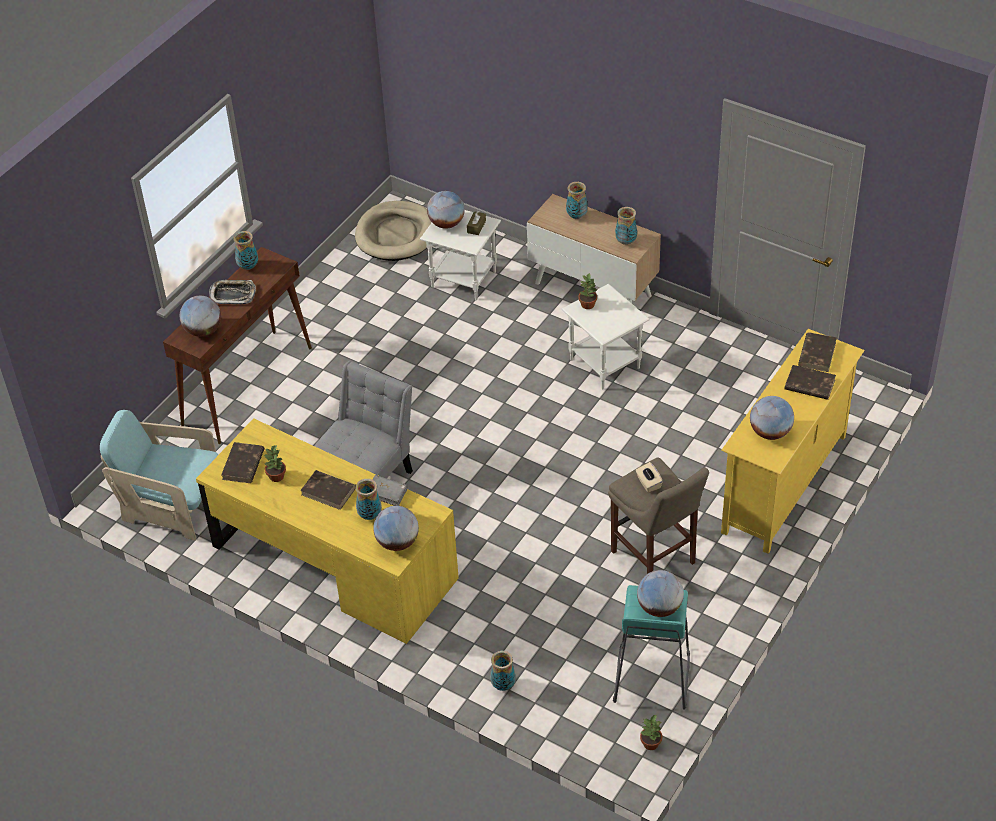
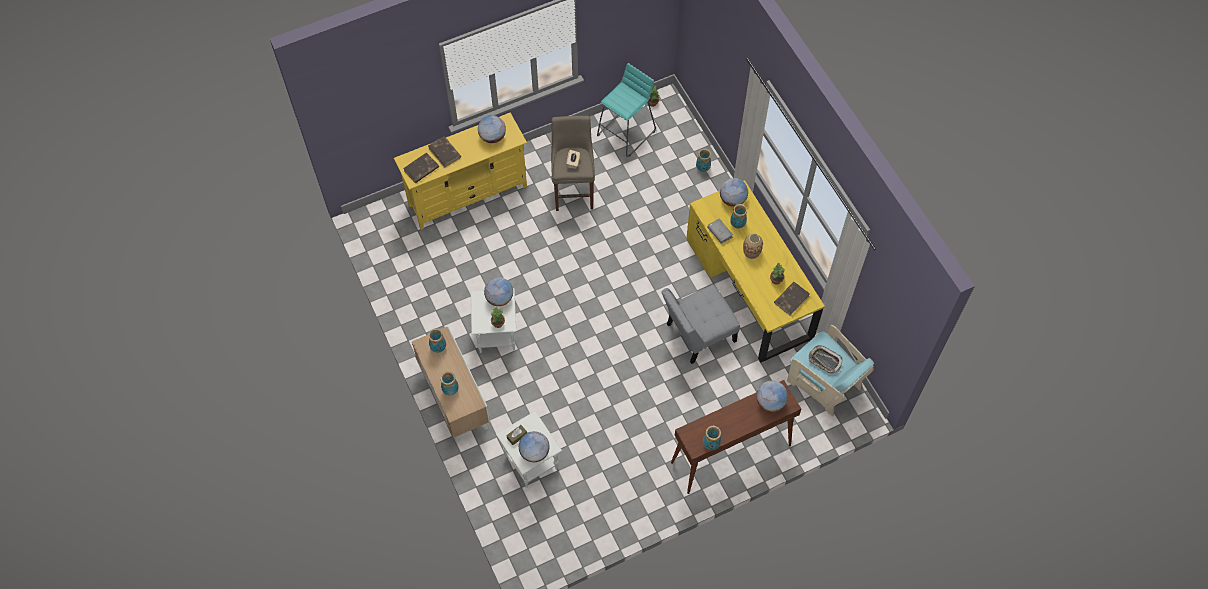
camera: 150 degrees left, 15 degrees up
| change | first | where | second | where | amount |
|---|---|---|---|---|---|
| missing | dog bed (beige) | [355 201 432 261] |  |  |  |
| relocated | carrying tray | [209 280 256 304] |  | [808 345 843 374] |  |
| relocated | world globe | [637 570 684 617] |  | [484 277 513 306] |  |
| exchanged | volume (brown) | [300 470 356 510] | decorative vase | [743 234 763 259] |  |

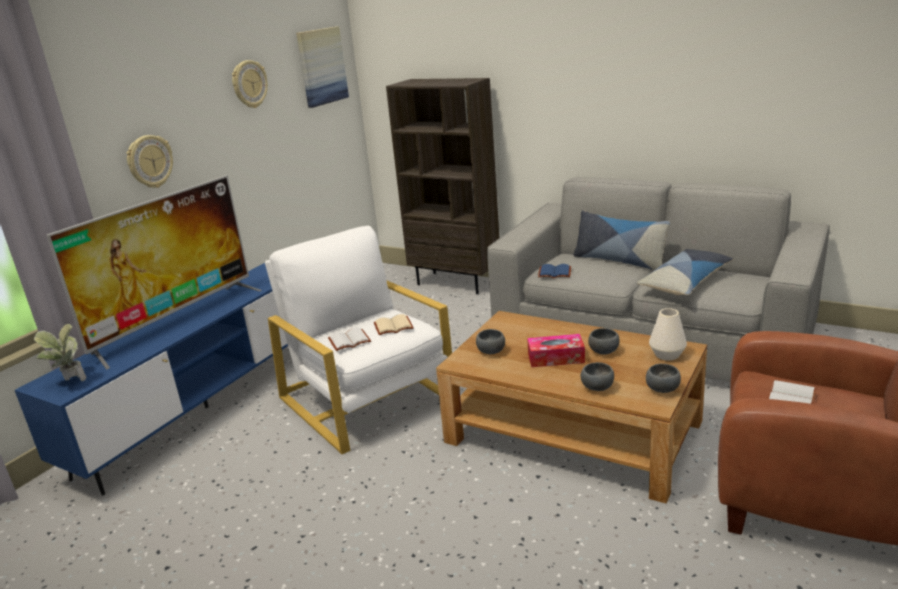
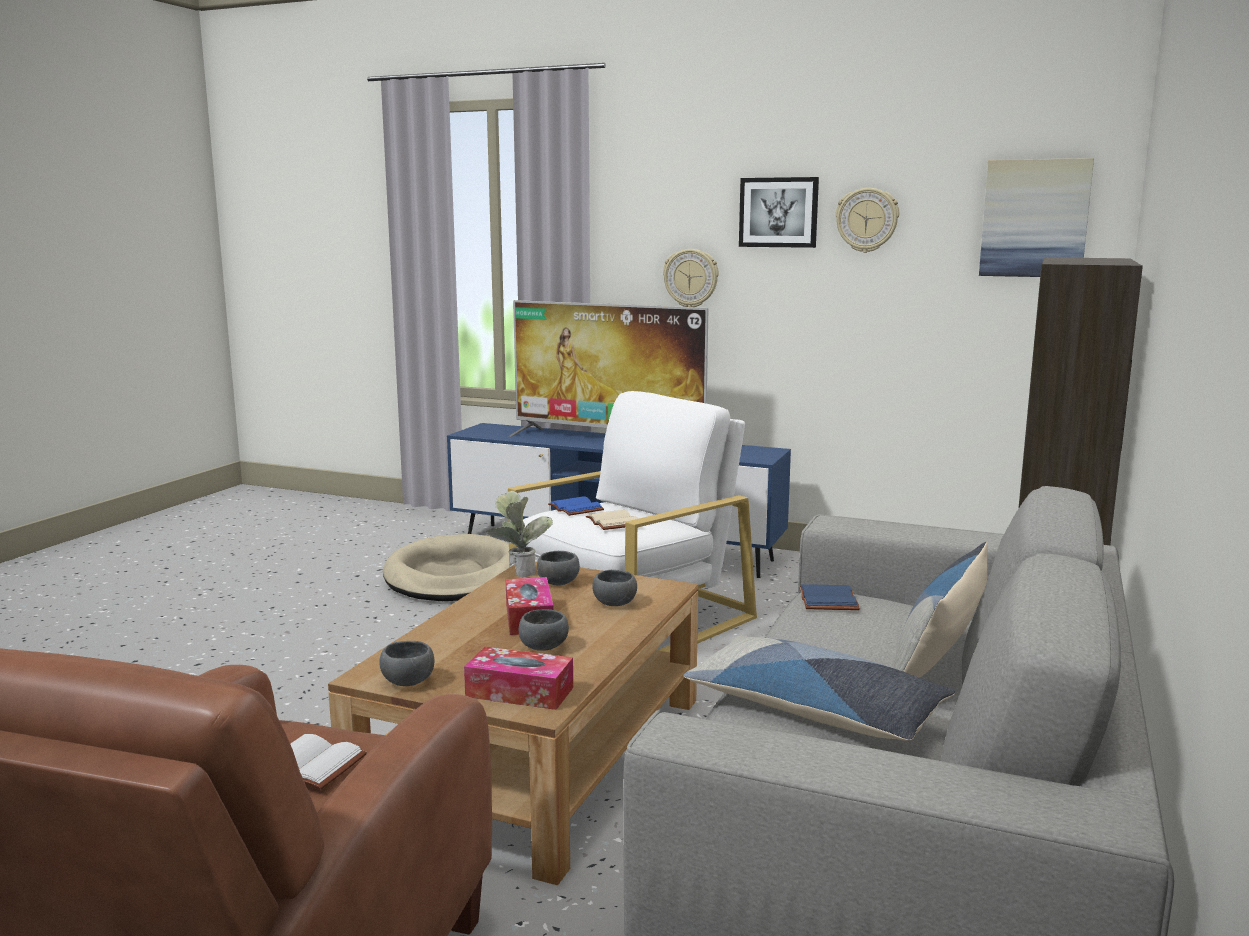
camera: 80 degrees right, 10 degrees down
| change | first | where | second | where | amount |
|---|---|---|---|---|---|
| appeared |  |  | dog bed (beige) | [383 534 509 601] |  |
| appeared |  |  | picture | [739 177 819 248] |  |
| relocated | potted plant | [34 324 86 381] |  | [486 491 553 577] |  |
| relocated | serving bowl (greyish) | [581 362 614 391] |  | [592 570 637 606] |  |
| exchanged | decorative vase (white-coloured) | [649 308 687 361] | tissue box | [464 647 573 710] |  |
| colour | volume (white-coloured) | [328 328 371 351] | volume (bluish) | [548 496 604 516] |  |

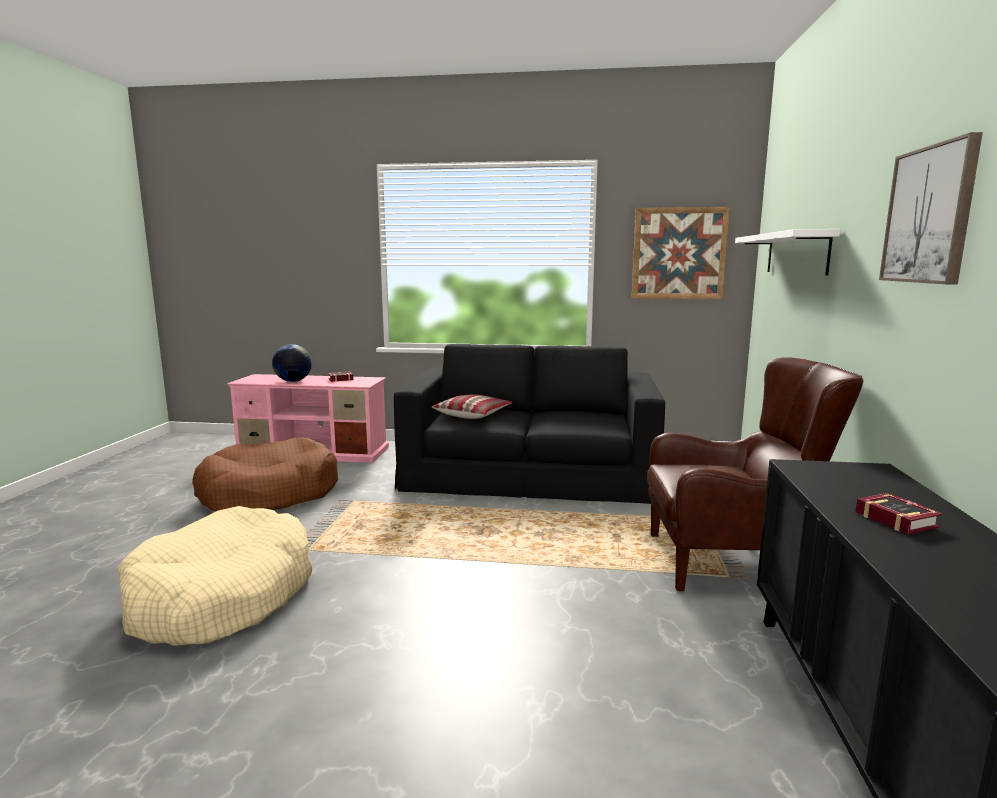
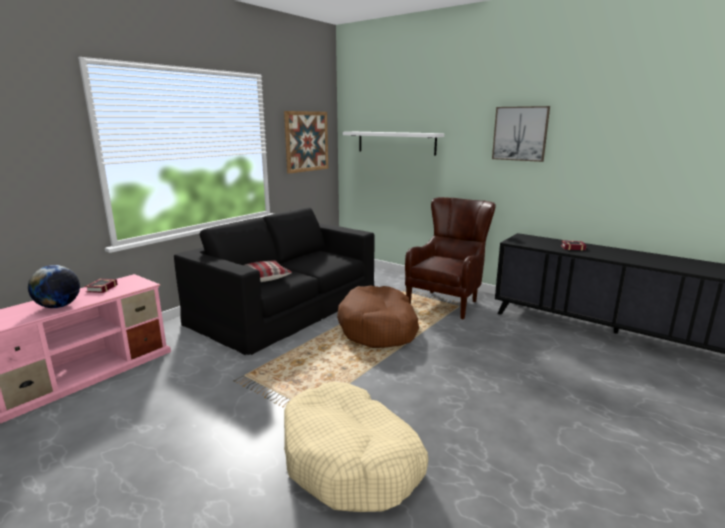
camera: 60 degrees left, 5 degrees up
| change | first | where | second | where | amount |
|---|---|---|---|---|---|
| relocated | dog bed (brown) | [192 438 338 511] |  | [337 285 419 348] |  |

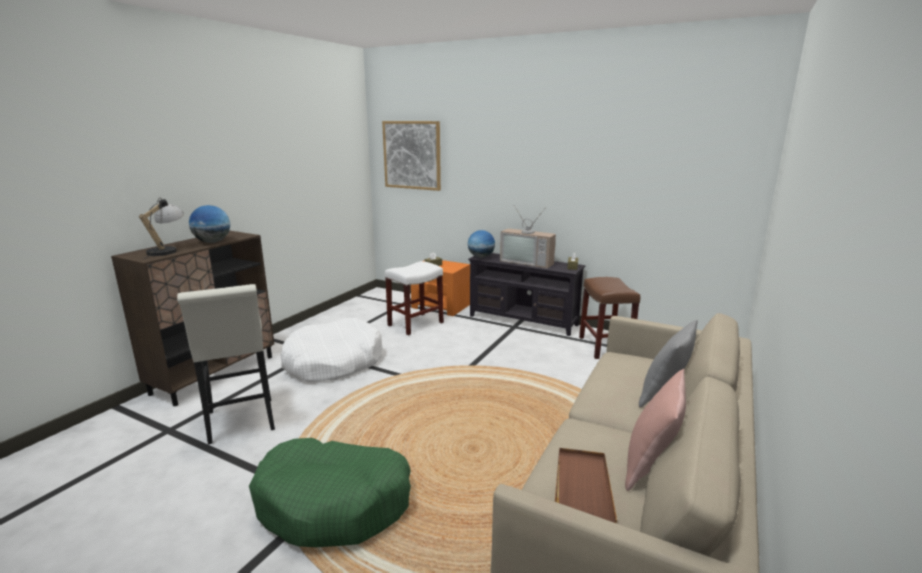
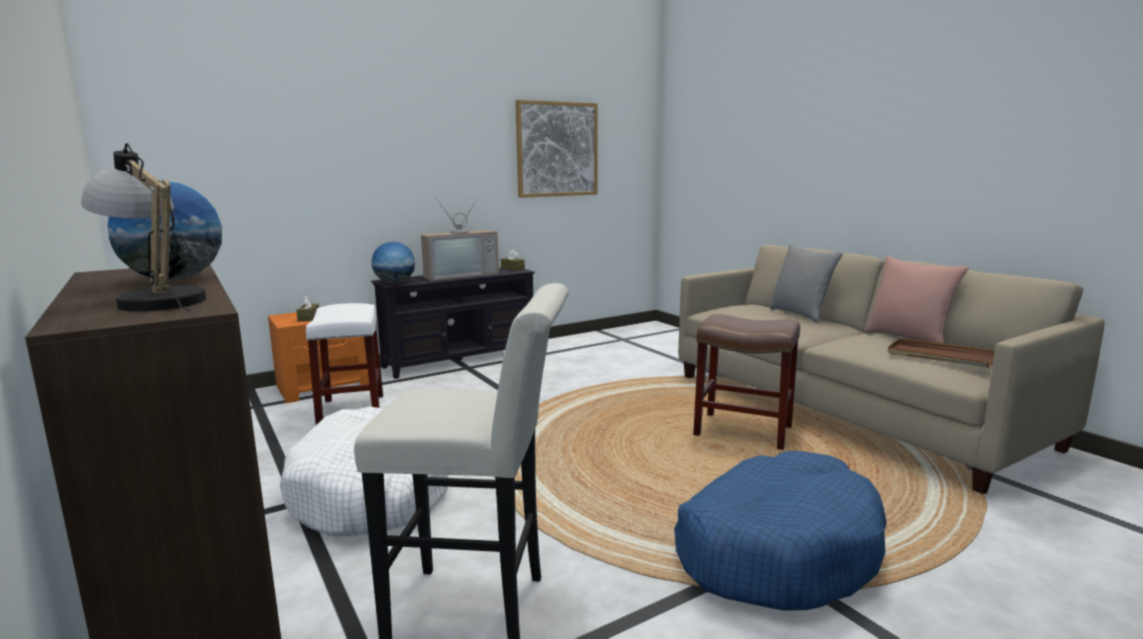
camera: 60 degrees left, 5 degrees down
| change | first | where | second | where | amount |
|---|---|---|---|---|---|
| relocated | picture | [382 121 441 191] |  | [515 100 597 198] |  |
| relocated | stool seat (brown) | [579 277 640 359] |  | [693 314 800 450] |  |
| colour | dog bed (green) | [249 438 411 547] | dog bed (bluish) | [674 451 887 611] |  |

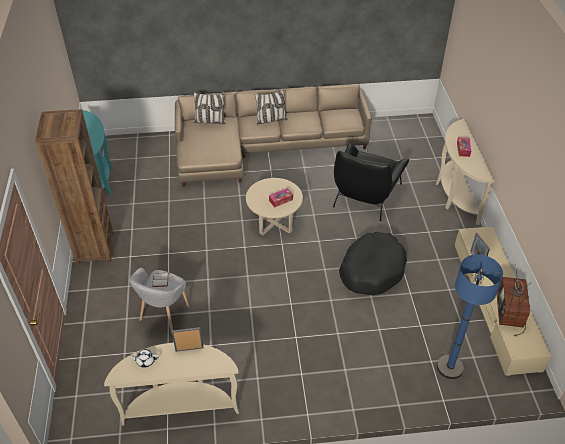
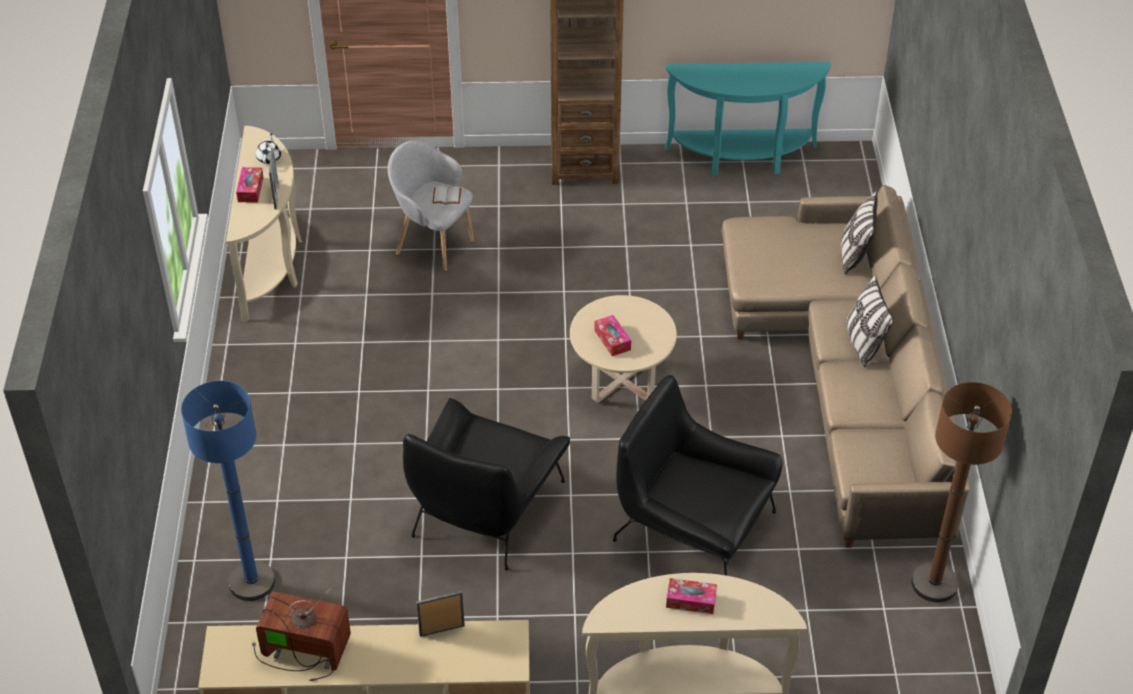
camera: 95 degrees right, 0 degrees up
| change | first | where | second | where | amount |
|---|---|---|---|---|---|
| appeared |  |  | tissue box | [236 167 264 203] |  |
| appeared |  |  | standing lamp (brown) | [911 382 1012 602] |  |
| exchanged | dog bed (black) | [339 232 407 295] | easy chair (black) | [403 398 570 571] |  |

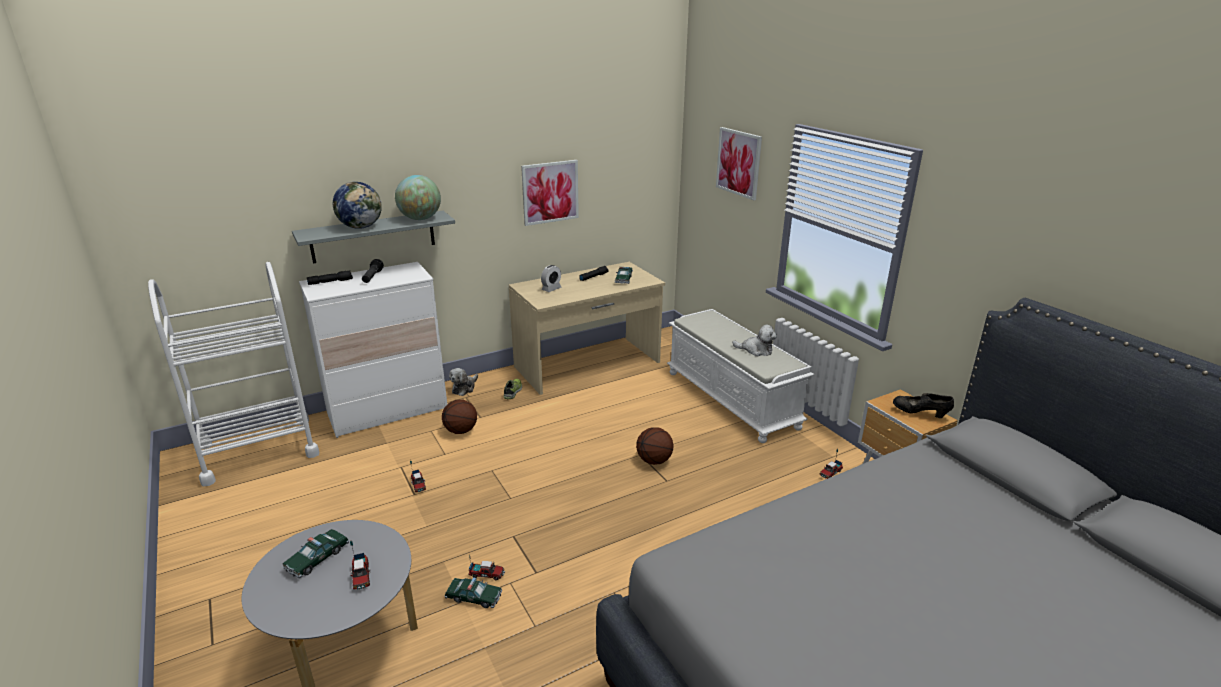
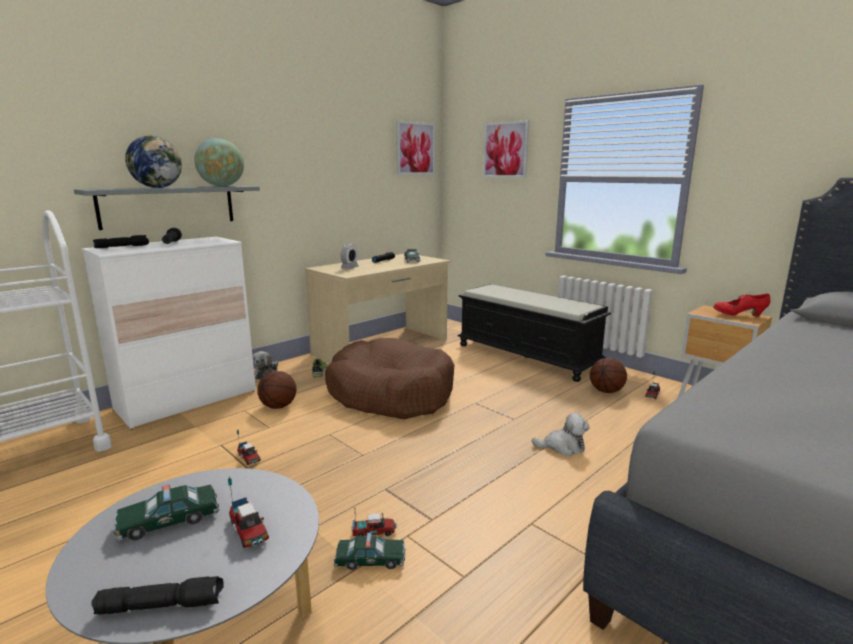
camera: 15 degrees left, 10 degrees down
| change | first | where | second | where | amount |
|---|---|---|---|---|---|
| appeared |  |  | torch (black) | [91 576 224 615] |  |
| appeared |  |  | dog bed (brown) | [325 338 454 419] |  |
| relocated | picture | [521 160 579 226] |  | [396 120 435 175] |  |
| relocated | ball for basketball | [636 427 674 465] |  | [590 358 627 393] |  |
| relocated | plush toy | [732 325 777 356] |  | [532 413 590 456] |  |
| colour | bench (white-coloured) | [667 309 814 443] | bench (black) | [458 284 611 382] |  |
| colour | low shoe (black) | [893 393 954 418] | low shoe (red-coloured) | [713 294 770 317] |  |
| spun | miniature car | [283 529 349 578] |  | [113 484 219 541] | 45 degrees clockwise |

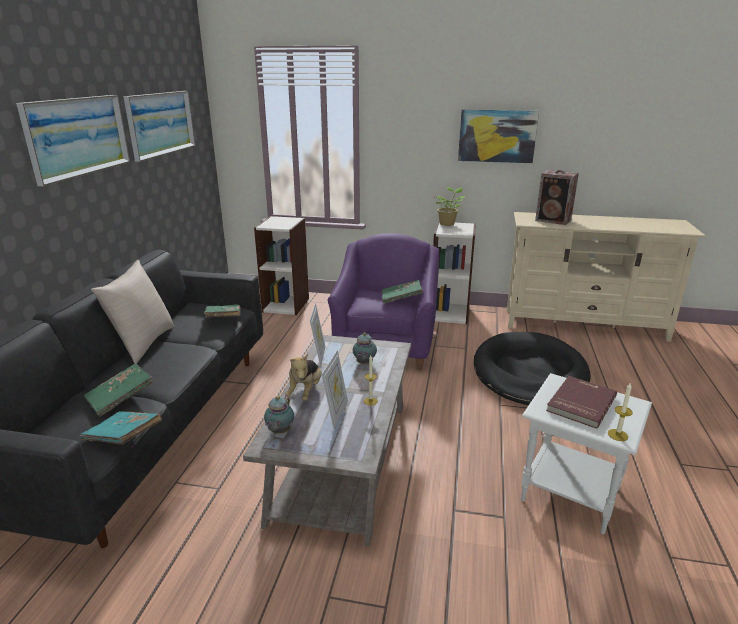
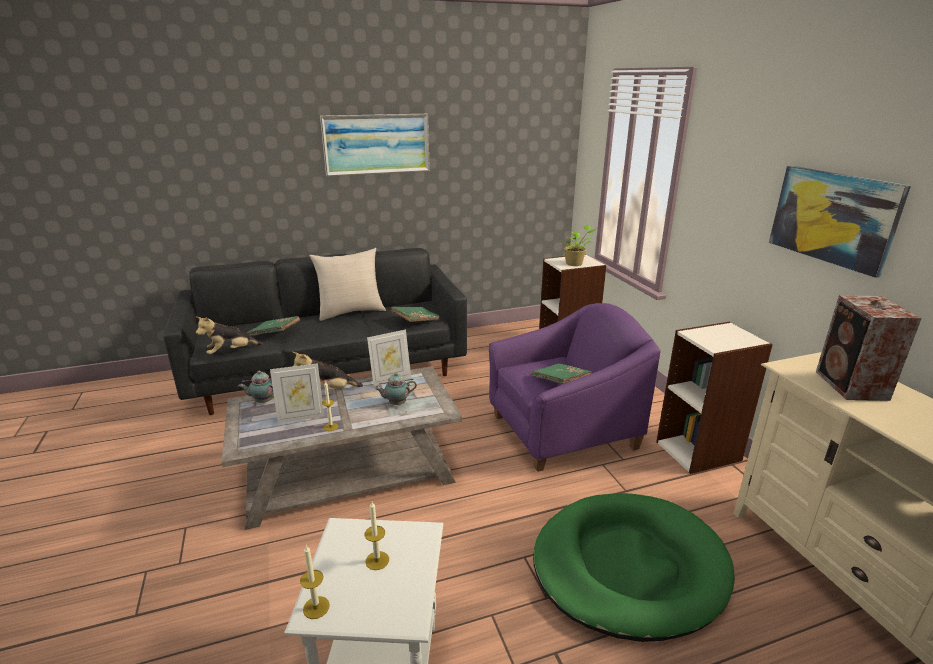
camera: 60 degrees right, 0 degrees up
| change | first | where | second | where | amount |
|---|---|---|---|---|---|
| missing | picture | [124 91 195 162] |  |  |  |
| relocated | potted plant | [435 187 465 226] |  | [563 225 596 266] |  |
| exchanged | volume (turquoise-coloured) | [80 411 162 445] | plush toy | [196 317 263 354] |  |
| exchanged | volume (red-coloured) | [546 376 617 429] | candle | [364 502 389 570] |  |
| colour | dog bed (black) | [474 332 591 405] | dog bed (green) | [533 493 735 642] |  |

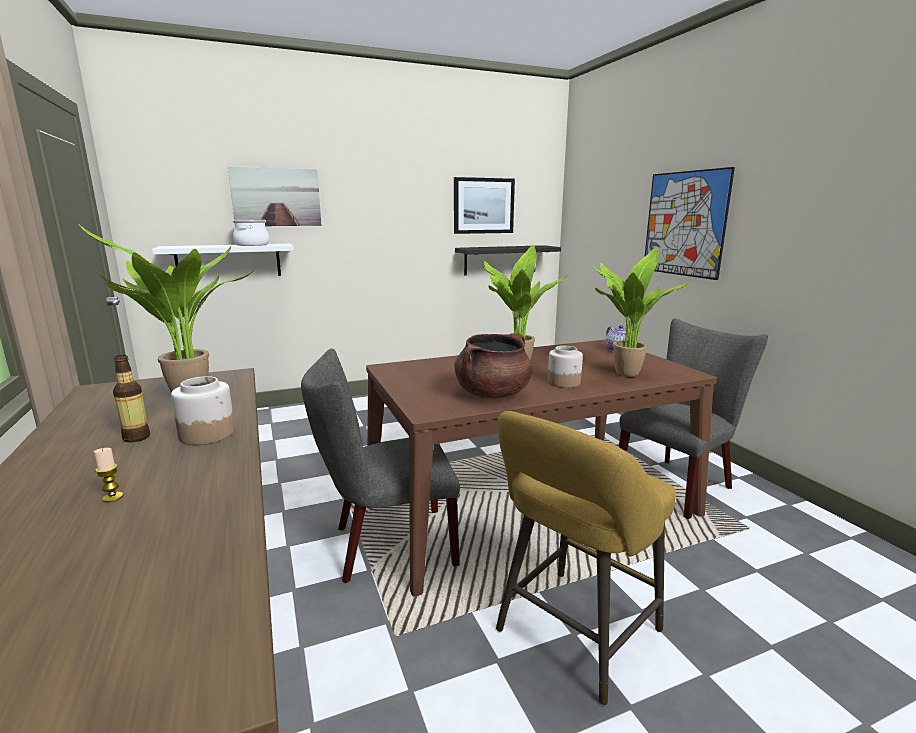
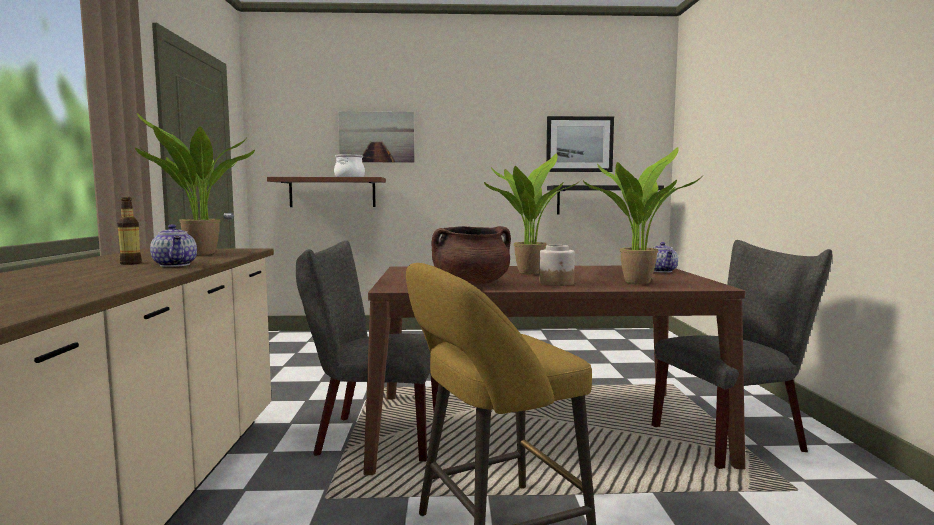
camera: 20 degrees right, 10 degrees down
| change | first | where | second | where | amount |
|---|---|---|---|---|---|
| missing | candle | [94 448 123 502] |  |  |  |
| missing | picture | [645 167 735 280] |  |  |  |
| exchanged | jar | [171 376 235 445] | teapot | [150 224 197 267] |  |
| colour | bracket shelf (white-coloured) | [152 244 294 276] | bracket shelf (brown) | [267 177 386 207] |  |

